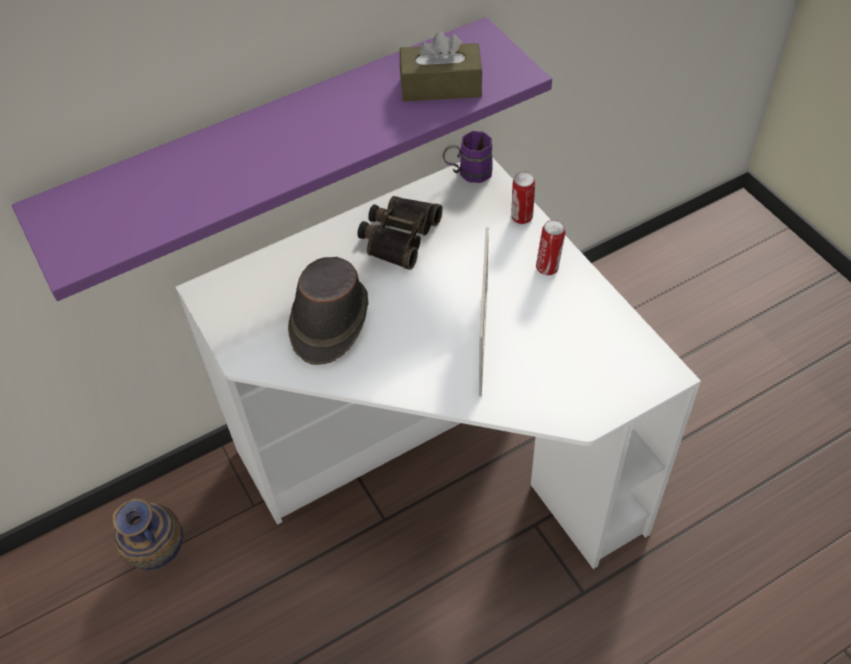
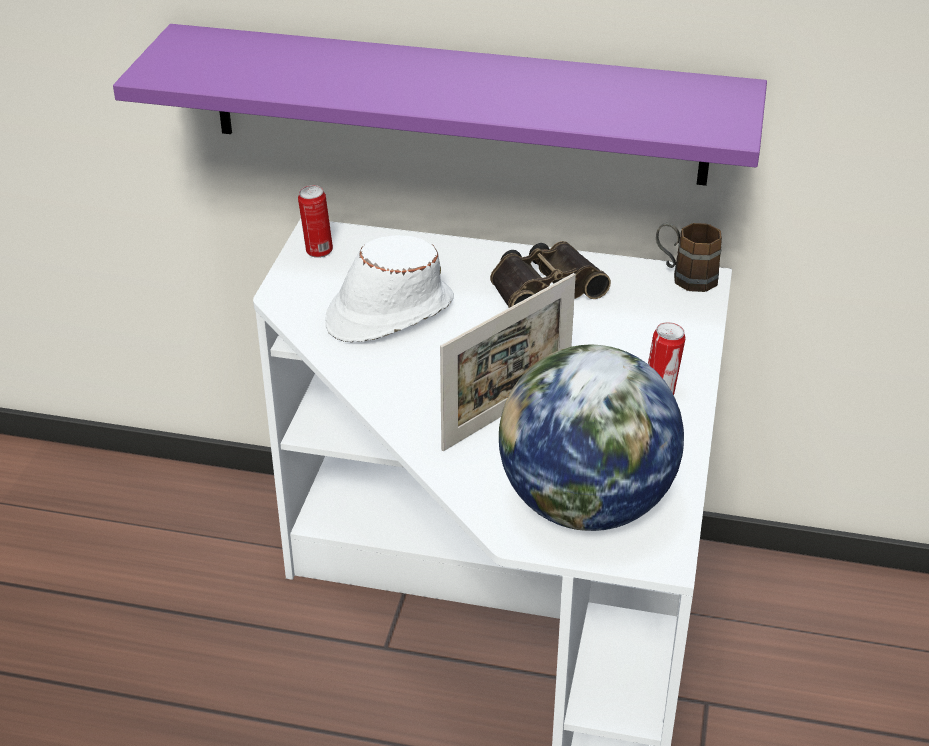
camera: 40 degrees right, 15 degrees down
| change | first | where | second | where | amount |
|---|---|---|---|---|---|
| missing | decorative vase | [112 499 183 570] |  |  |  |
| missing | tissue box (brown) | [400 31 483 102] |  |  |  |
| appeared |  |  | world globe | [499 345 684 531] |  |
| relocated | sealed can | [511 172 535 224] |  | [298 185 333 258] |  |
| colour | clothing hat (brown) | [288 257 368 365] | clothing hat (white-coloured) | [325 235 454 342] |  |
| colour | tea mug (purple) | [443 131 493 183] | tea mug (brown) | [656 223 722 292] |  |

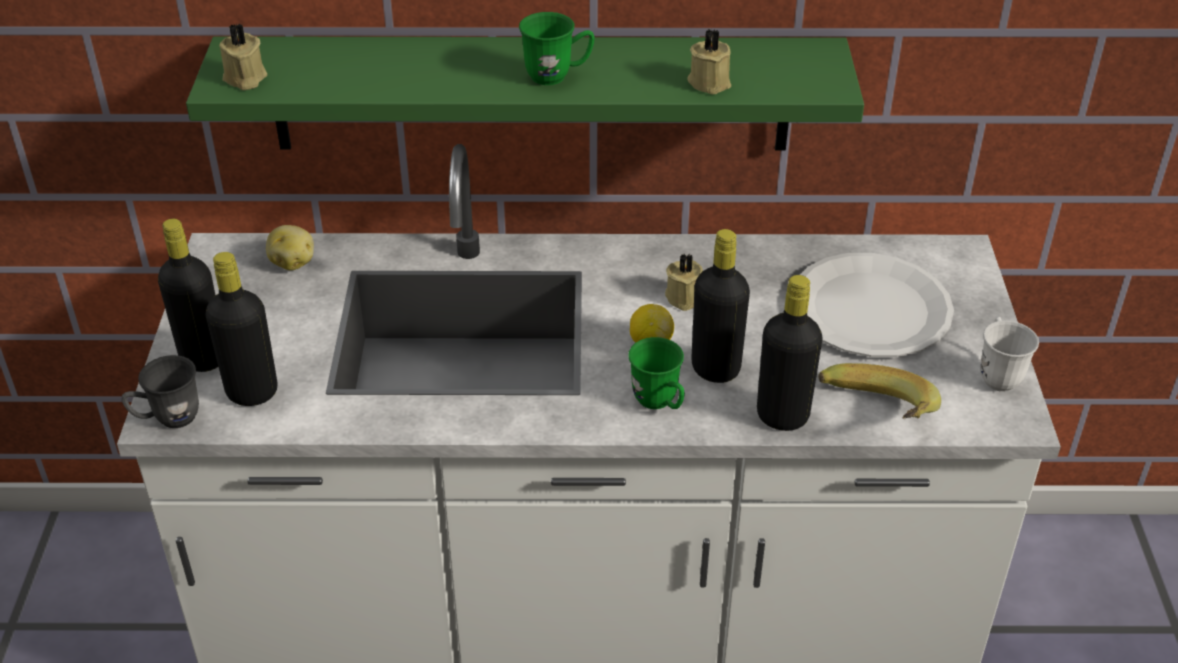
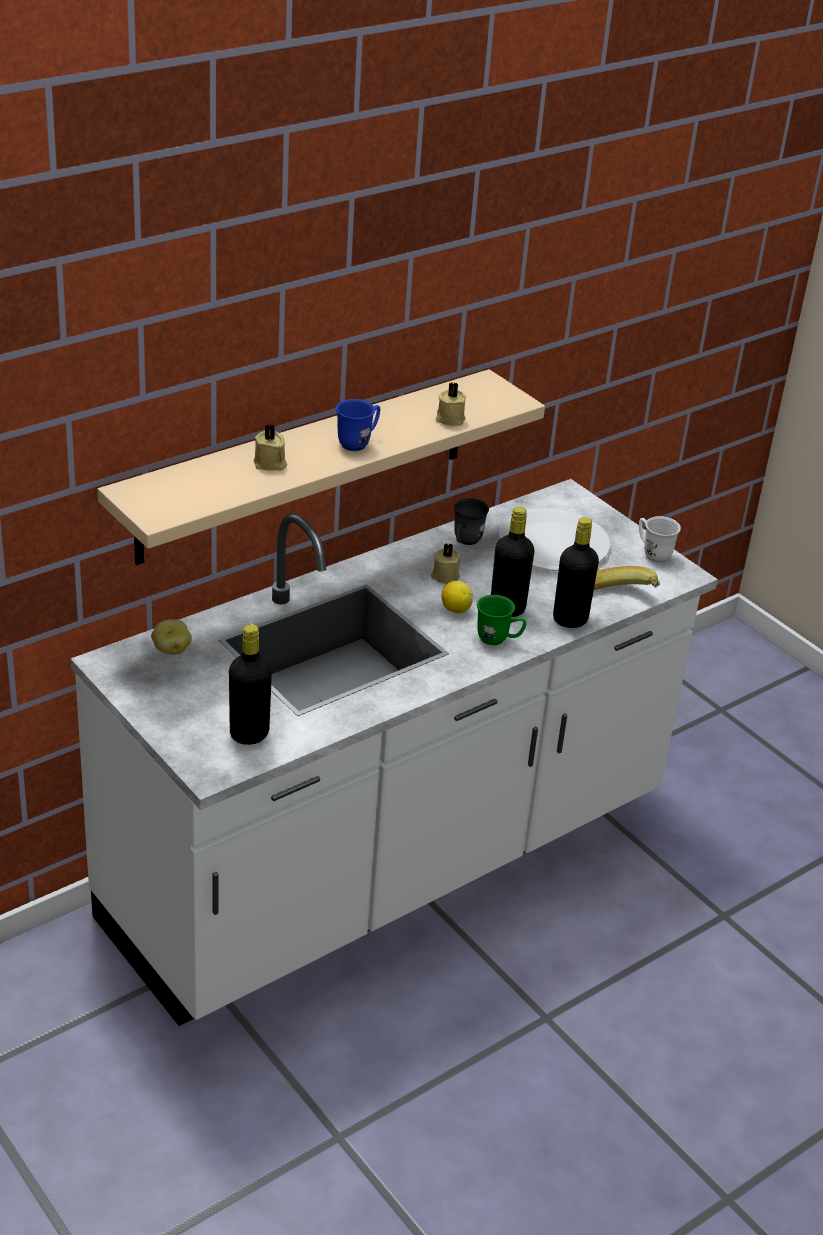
camera: 40 degrees left, 5 degrees down
| change | first | where | second | where | amount |
|---|---|---|---|---|---|
| missing | bottle (black) | [158 219 218 372] |  |  |  |
| relocated | tea mug (greyish) | [121 355 199 428] |  | [454 498 489 545] |  |
| relocated | candle (beige) | [219 24 267 90] |  | [254 424 287 471] |  |
| colour | bracket shelf (green) | [186 36 864 151] | bracket shelf (beige) | [97 369 545 565] |  |
| colour | tea mug (green) | [519 12 595 85] | tea mug (bluish) | [336 399 381 451] |  |

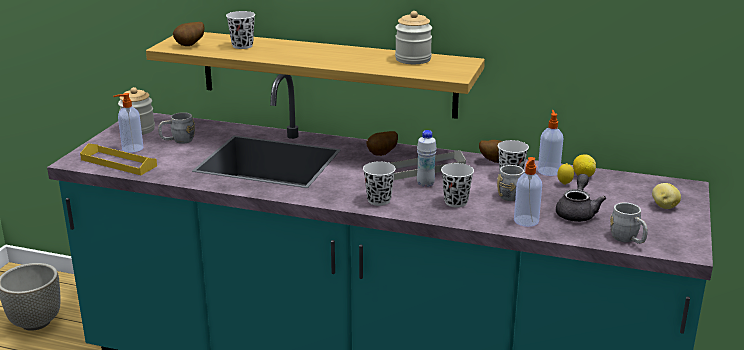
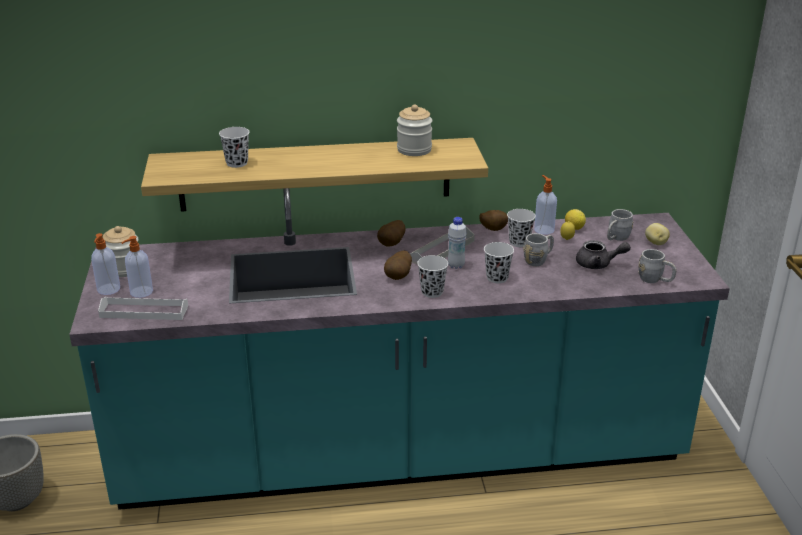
camera: 25 degrees left, 5 degrees up
| change | first | where | second | where | amount |
|---|---|---|---|---|---|
| relocated | tea mug (greyish) | [158 112 195 144] |  | [607 209 633 241] |  |
| relocated | potato | [173 22 204 46] |  | [384 250 412 280] |  |
| relocated | soap bottle | [514 157 542 227] |  | [91 233 120 295] |  |
| colour | carrying tray (yellow-coloured) | [80 144 157 175] | carrying tray (white-coloured) | [98 297 188 320] |  |
| spun | teapot (greyish) | [556 174 606 222] |  | [576 240 631 269] | 105 degrees clockwise |

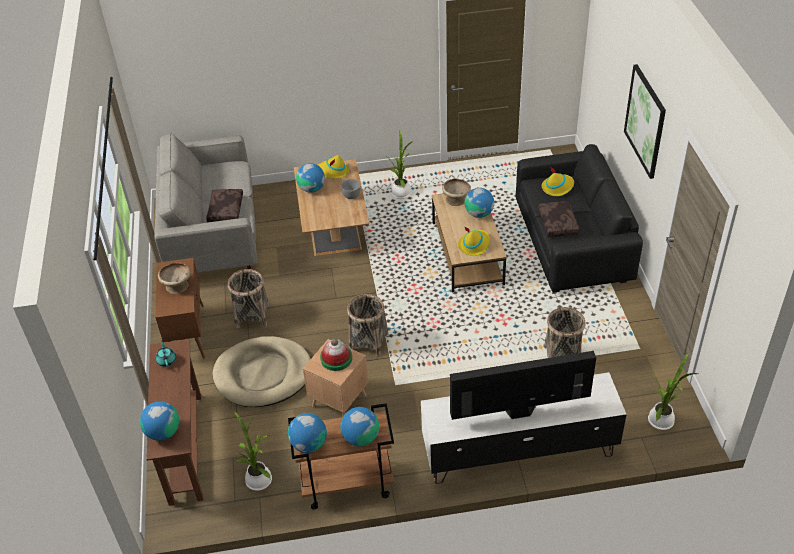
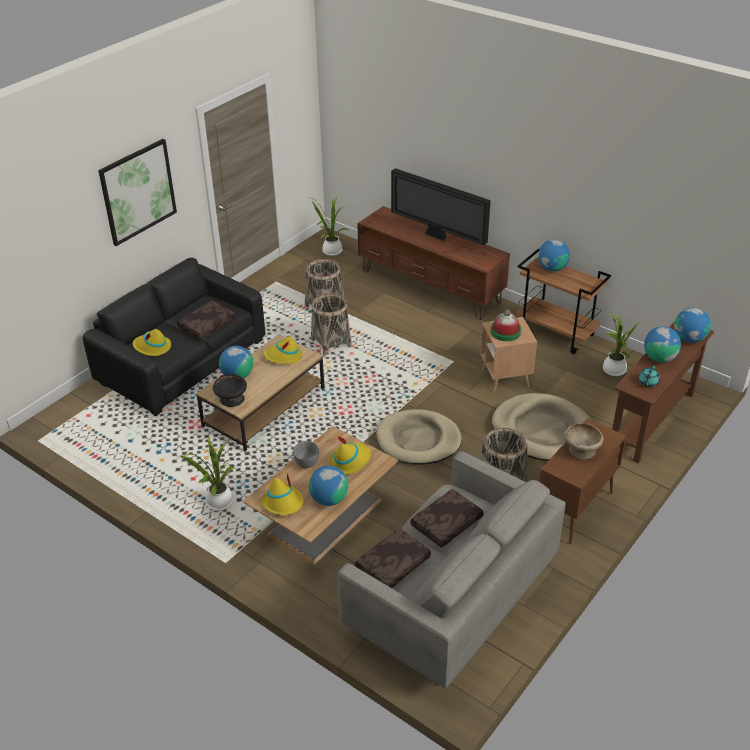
camera: 135 degrees left, 5 degrees down
| change | first | where | second | where | amount |
|---|---|---|---|---|---|
| appeared |  |  | clothing hat (yellow-coloured) | [329 436 371 474] |  |
| appeared |  |  | pillow (brown) | [355 528 431 588] |  |
| appeared |  |  | dog bed (beige) | [376 409 462 465] |  |
| relocated | world globe | [288 413 327 453] |  | [644 326 681 362] |  |
| relocated | basket | [347 294 389 357] |  | [311 293 352 356] |  |
| colour | tv stand (white-coloured) | [421 372 627 484] | tv stand (brown) | [357 206 510 320] |  |
| colour | serving bowl (beige) | [442 178 471 206] | serving bowl (black) | [213 374 247 407] |  |

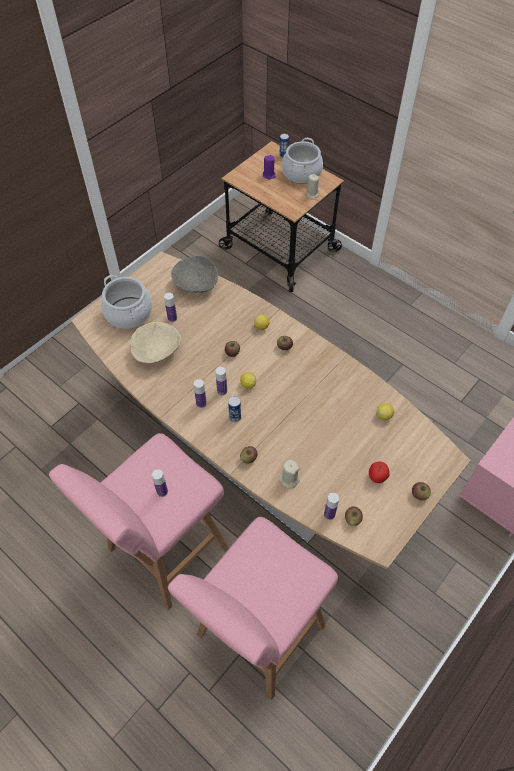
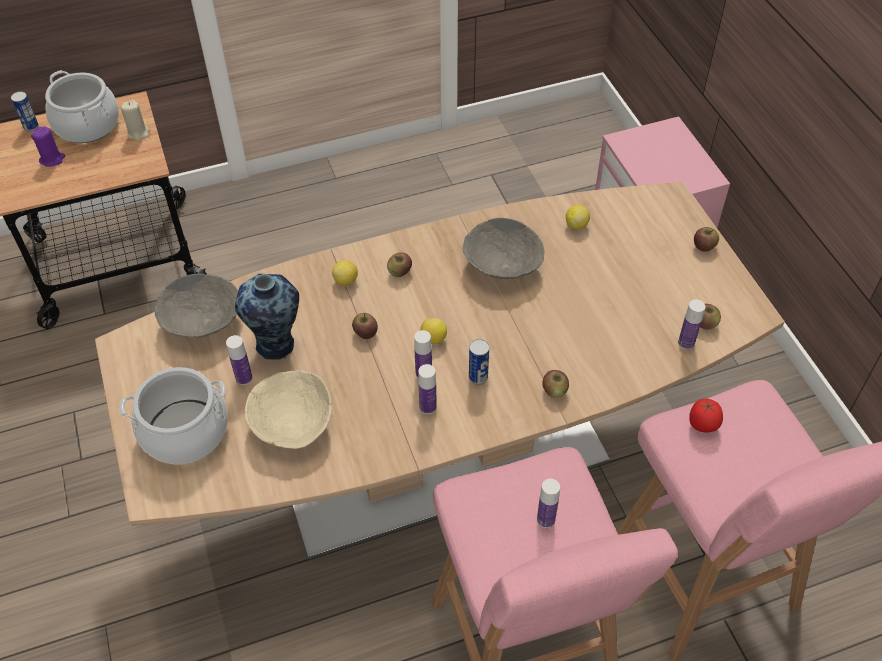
camera: 60 degrees left, 5 degrees down
| change | first | where | second | where | amount |
|---|---|---|---|---|---|
| missing | candle (beige) | [279 459 300 489] |  |  |  |
| appeared |  |  | decorative vase | [235 274 299 360] |  |
| appeared |  |  | serving bowl (greyish) | [462 218 544 279] |  |
| relocated | whole tomato | [369 462 390 483] |  | [689 399 723 433] |  |

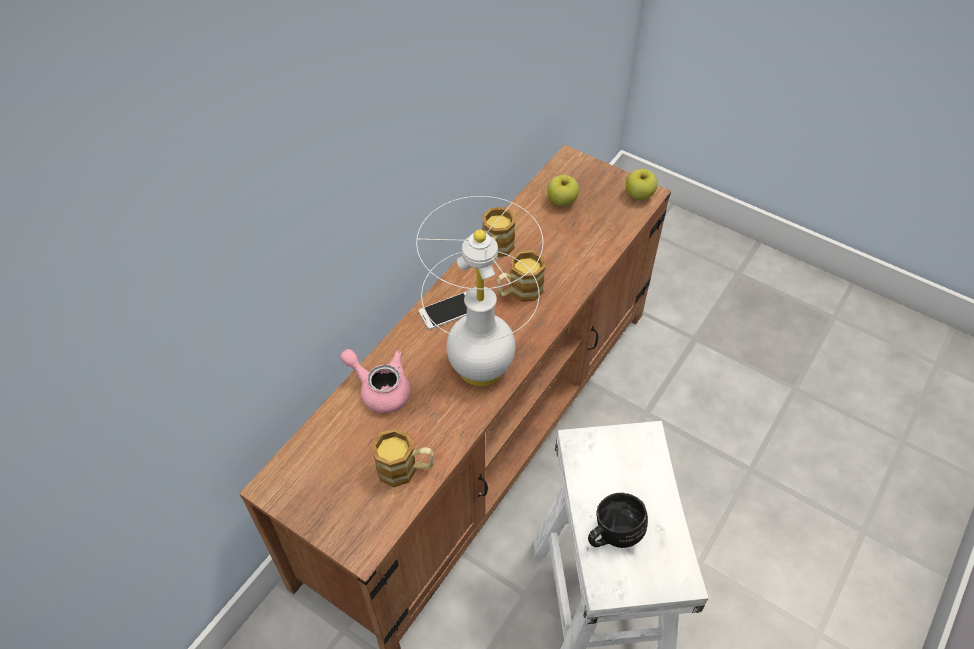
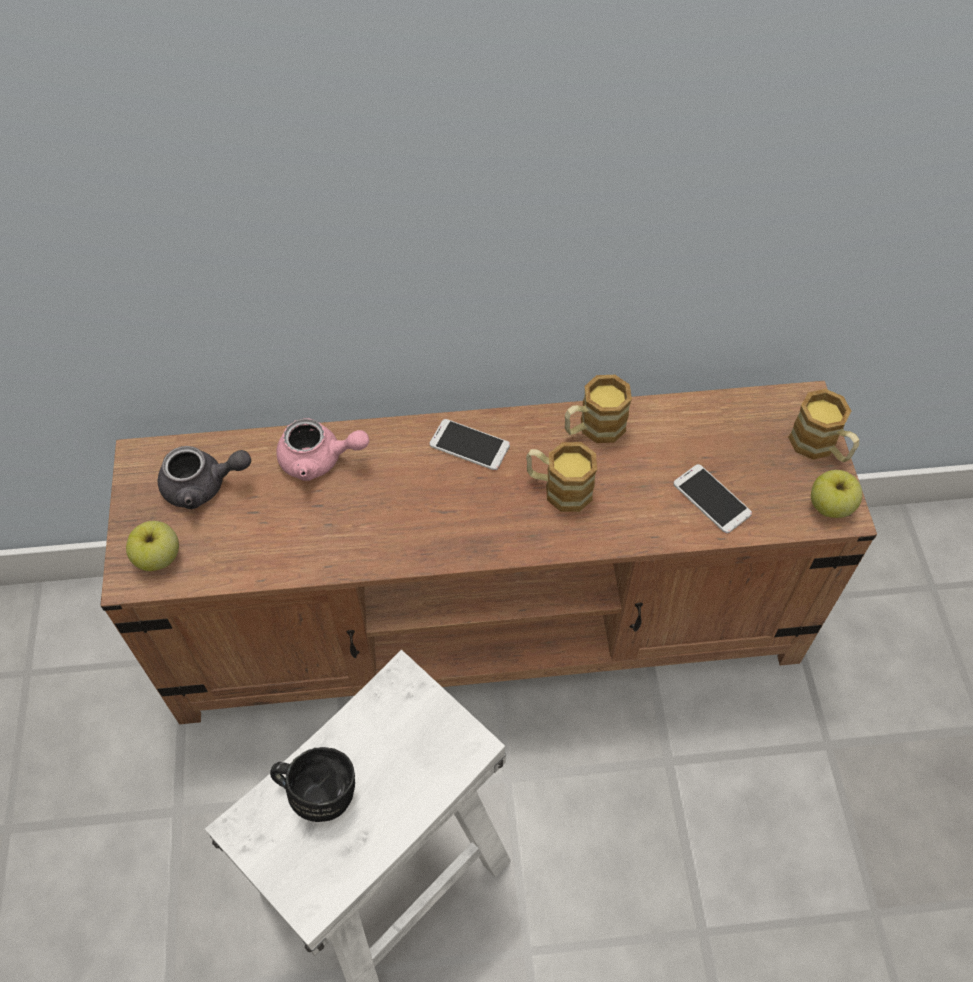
camera: 50 degrees right, 5 degrees up
| change | first | where | second | where | amount |
|---|---|---|---|---|---|
| missing | lamp for a table (white-coloured) | [416 196 543 386] |  |  |  |
| appeared |  |  | teapot (greyish) | [157 446 251 509] |  |
| appeared |  |  | phone | [673 464 752 533] |  |
| relocated | tea mug | [371 428 434 487] |  | [788 389 859 462] |  |
| relocated | whole apple | [547 175 579 206] |  | [126 521 179 571] |  |
| spun | teapot (pink) | [340 349 411 413] |  | [276 418 369 481] | 105 degrees clockwise |

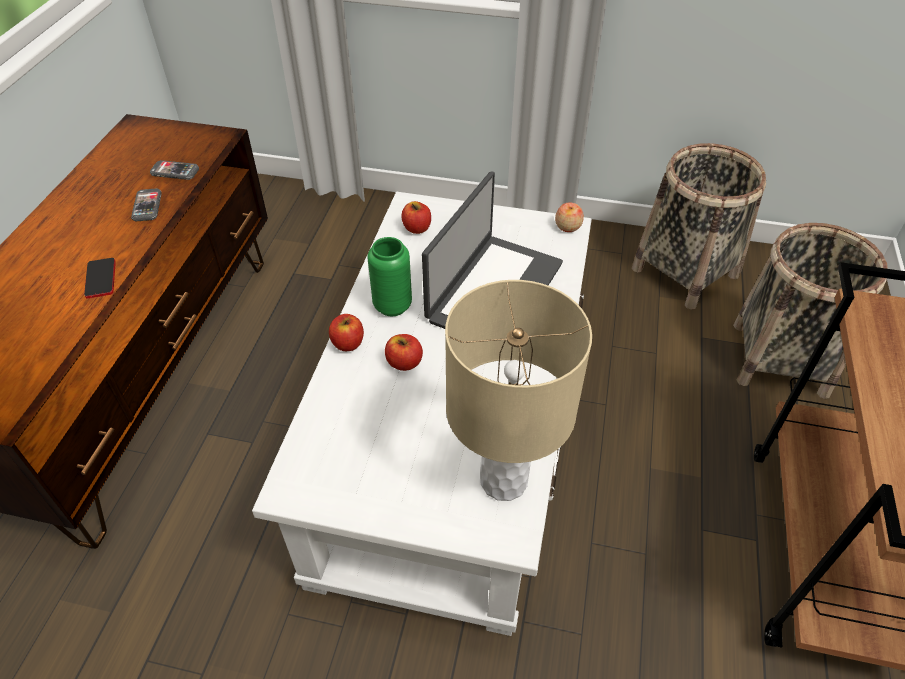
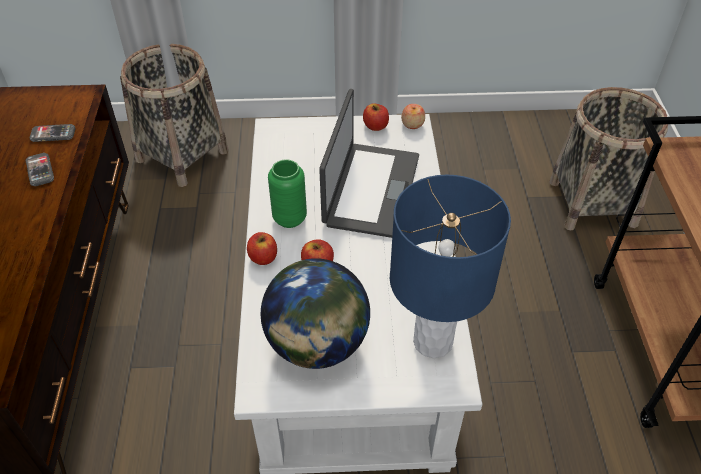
camera: 15 degrees left, 0 degrees up
| change | first | where | second | where | amount |
|---|---|---|---|---|---|
| missing | phone | [84 258 116 299] |  |  |  |
| appeared |  |  | world globe | [261 258 370 369] |  |
| relocated | whole apple | [402 201 431 234] |  | [363 103 389 131] |  |
| relocated | basket | [632 143 766 310] |  | [120 44 229 187] |  |
| colour | lamp for a table (beige) | [445 280 592 501] | lamp for a table (bluish) | [390 175 511 358] |  |

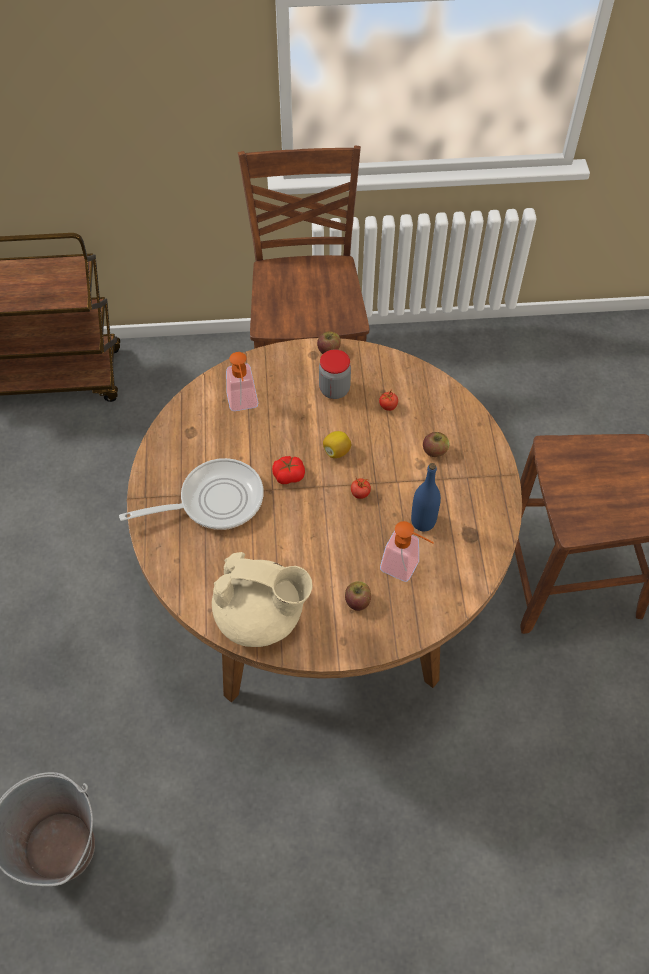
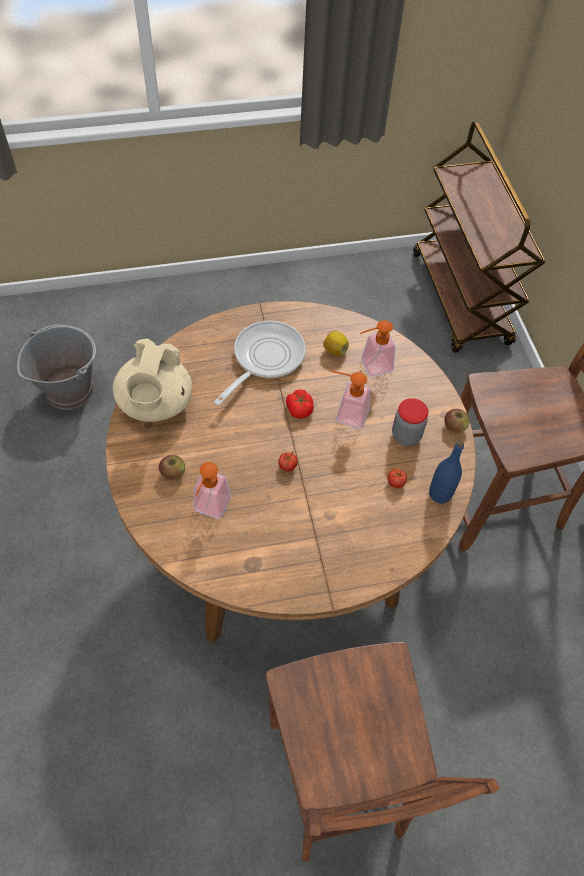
camera: 80 degrees right, 0 degrees up
| change | first | where | second | where | amount |
|---|---|---|---|---|---|
| missing | whole apple | [423 432 449 457] |  |  |  |
| appeared |  |  | soap bottle | [332 371 370 429] |  |
| relocated | citrus fruit | [323 431 351 458] |  | [323 331 349 356] |  |
| relocated | bottle (bluish) | [411 463 441 531] |  | [429 441 464 503] |  |
| spun | pan | [119 458 264 530] |  | [214 321 306 405] | 120 degrees counterclockwise |

